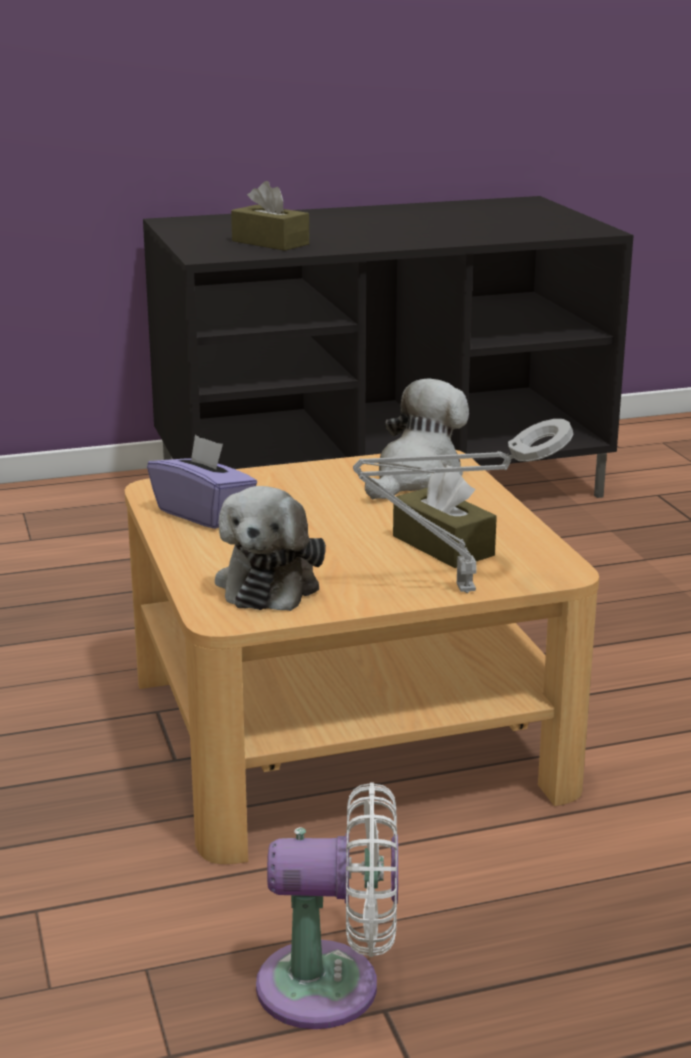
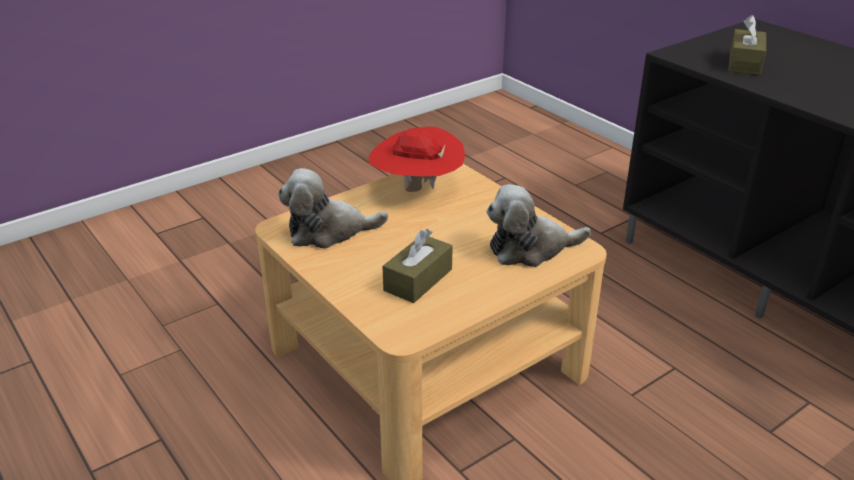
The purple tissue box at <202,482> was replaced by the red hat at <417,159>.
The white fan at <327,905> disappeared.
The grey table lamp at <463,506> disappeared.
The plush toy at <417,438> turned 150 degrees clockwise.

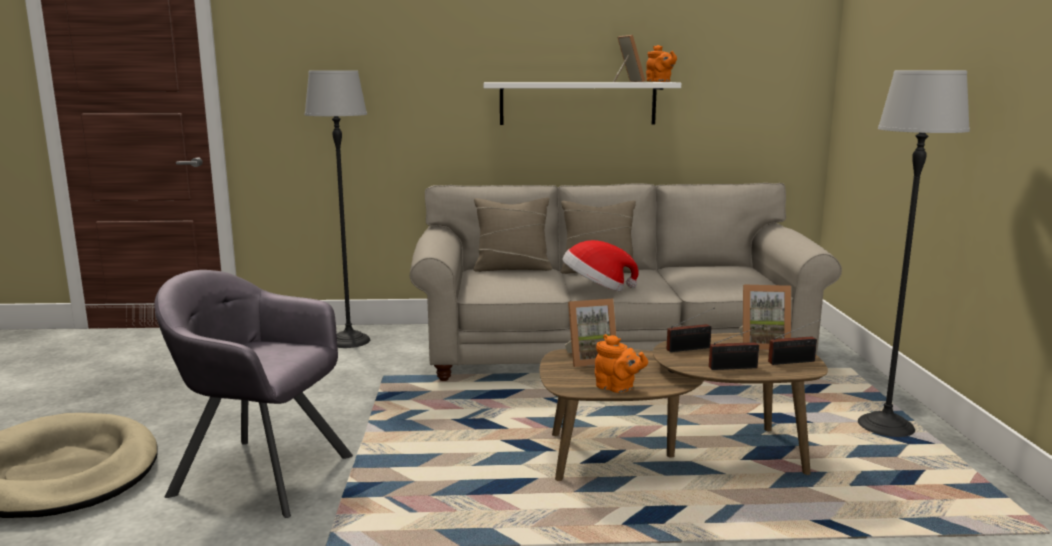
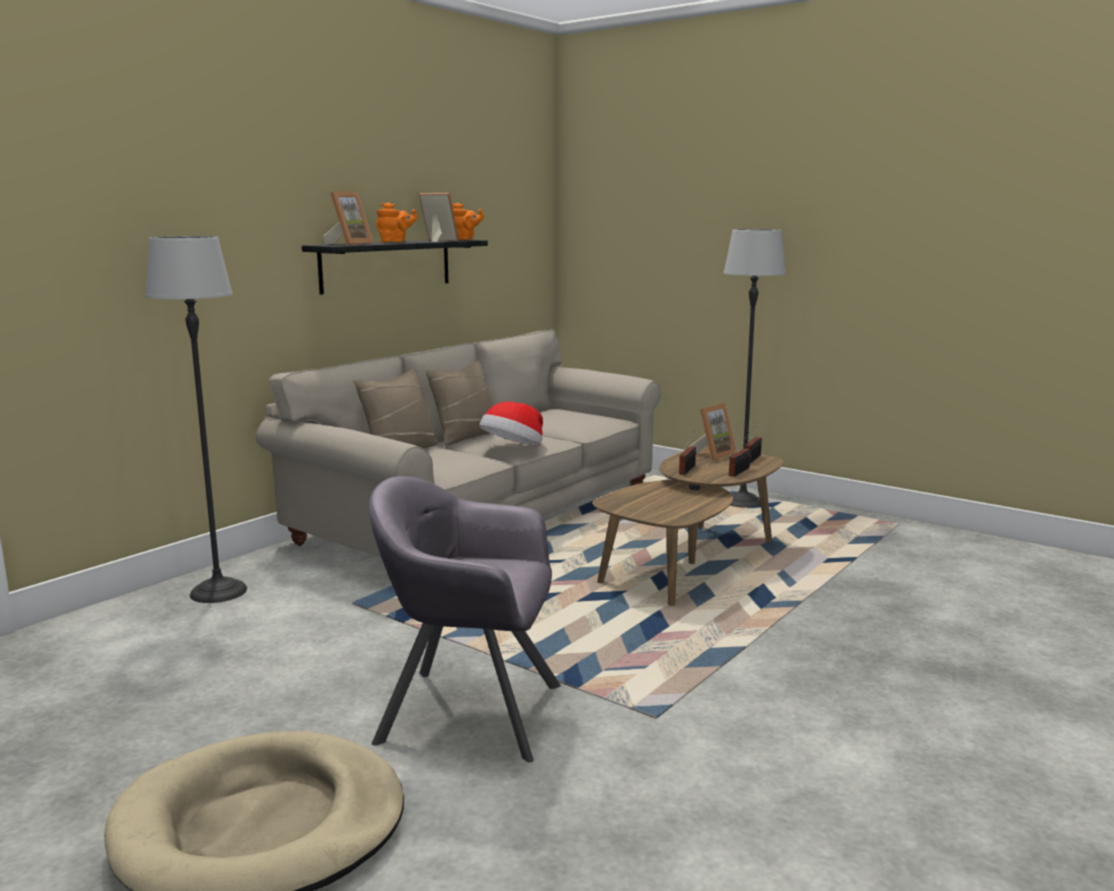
The grey armchair at <253,394> turned 45 degrees clockwise.
The white shelf at <582,103> became the black shelf at <395,267>.
The picture frame moved from <591,332> to <348,218>.
The orange teapot moved from <621,363> to <397,222>.

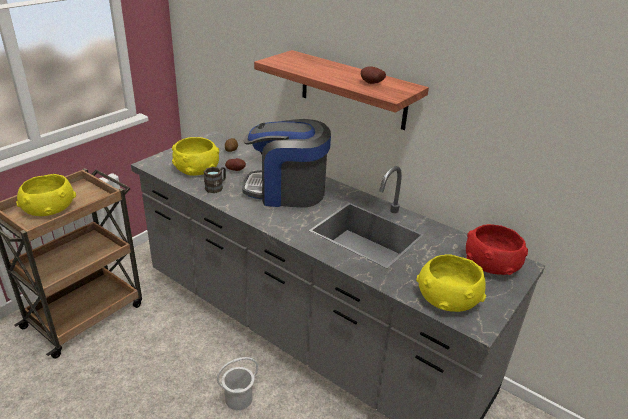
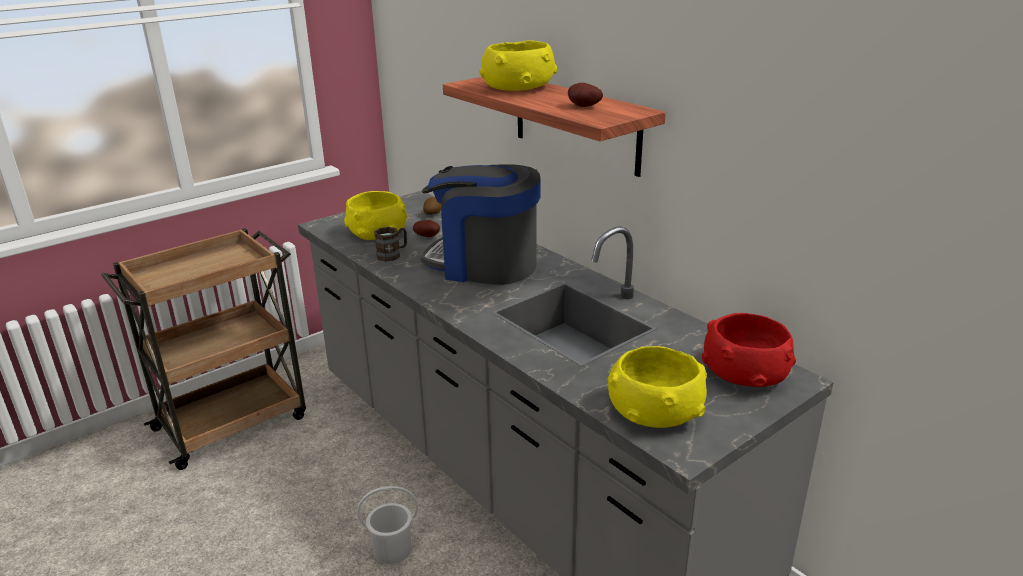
The yellow bowl moved from <46,195> to <518,65>.

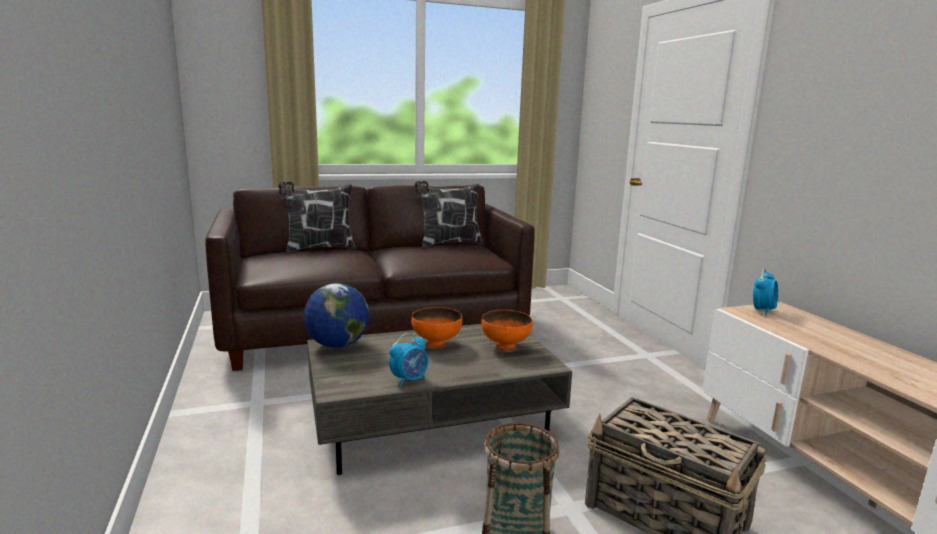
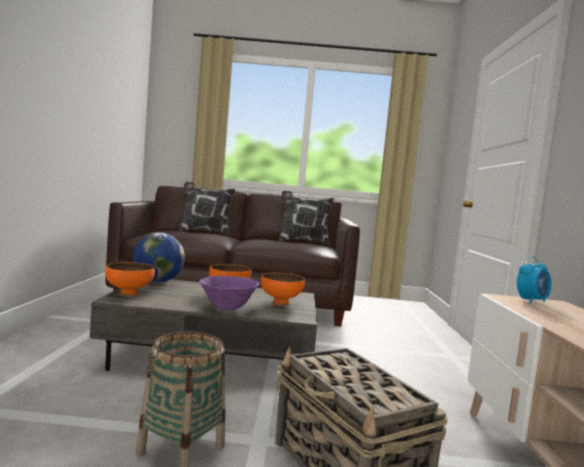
The alarm clock at <408,360> disappeared.
The orange bowl at <130,279> appeared.
The purple bowl at <229,293> appeared.

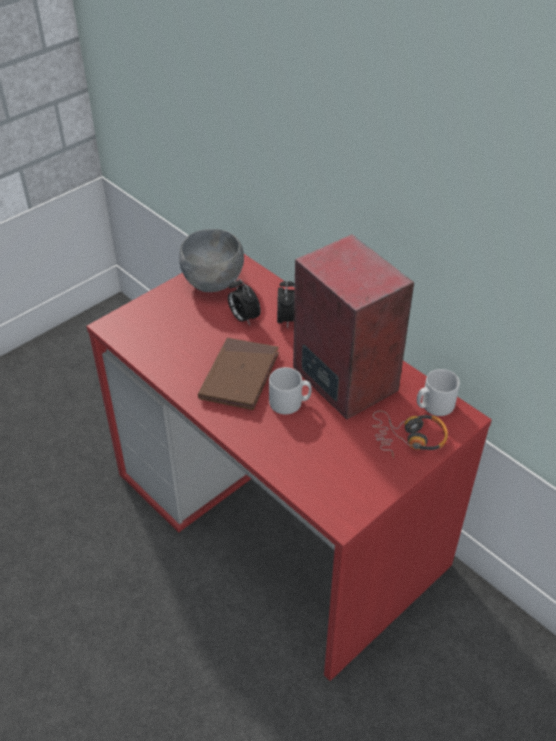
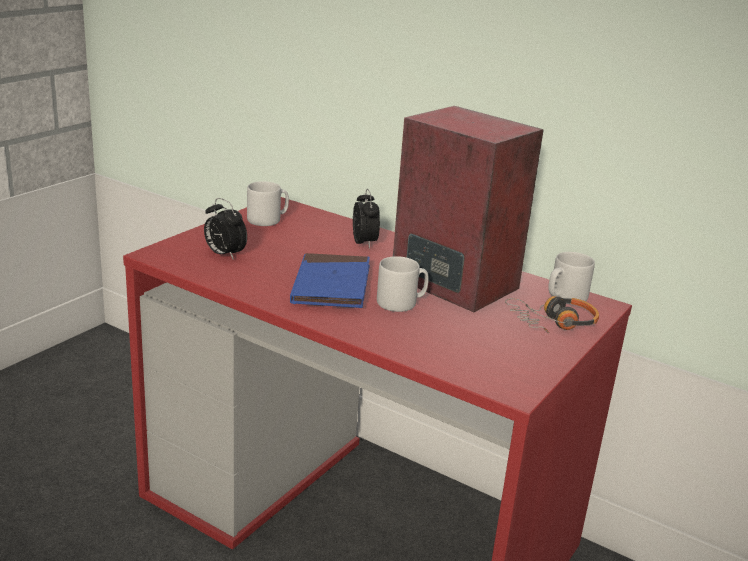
The grey bowl at <211,260> was replaced by the grey mug at <268,203>.
The brown book at <238,374> became the blue book at <330,280>.
The alarm clock moved from <244,301> to <225,229>.

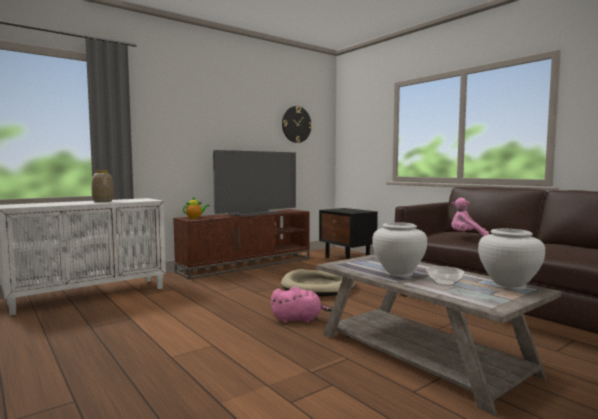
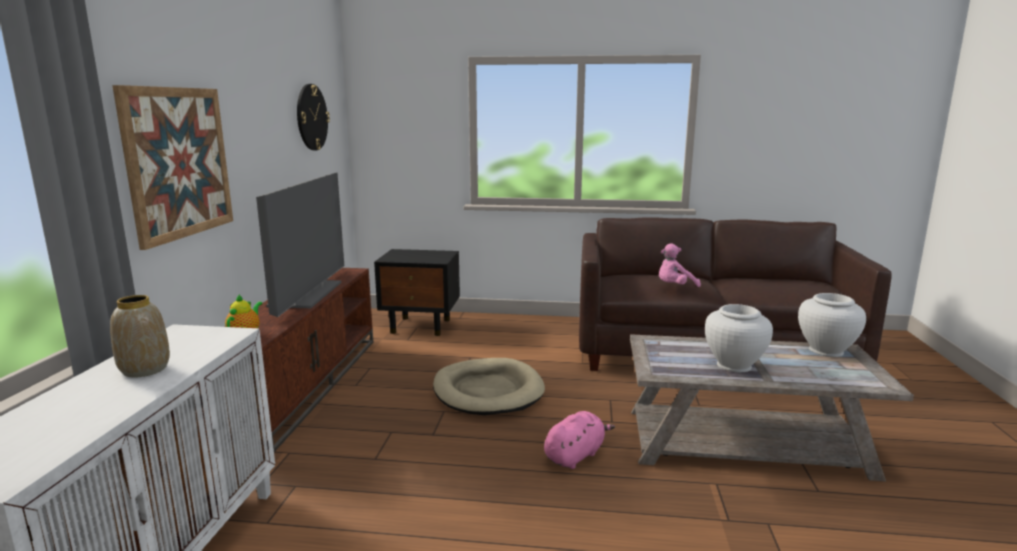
The bowl at <445,276> disappeared.
The picture at <172,167> appeared.

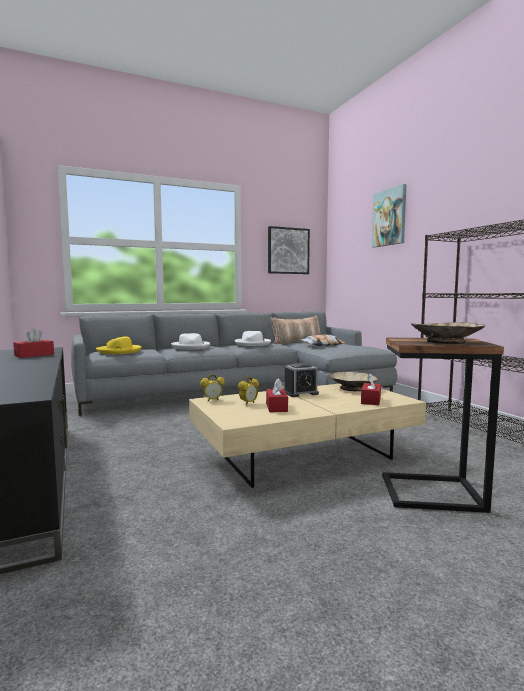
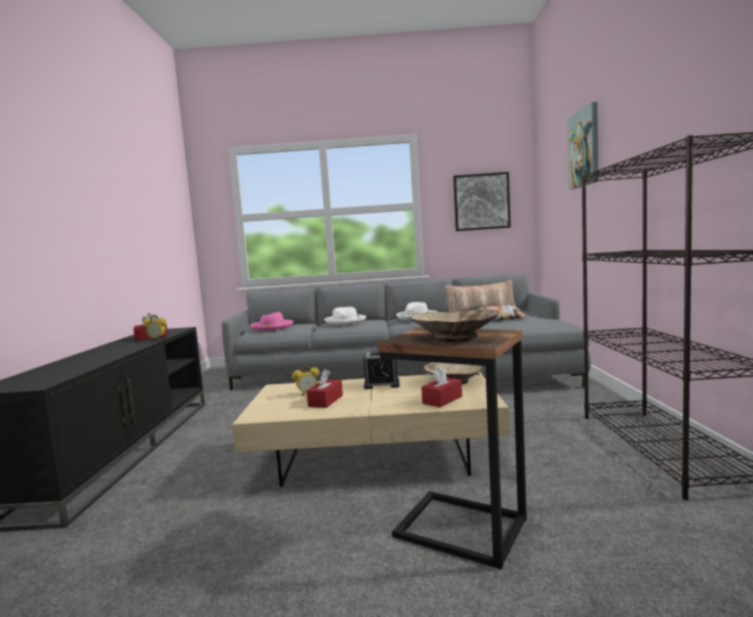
The yellow hat at <119,345> became the pink hat at <272,321>.
The alarm clock moved from <212,387> to <154,327>.

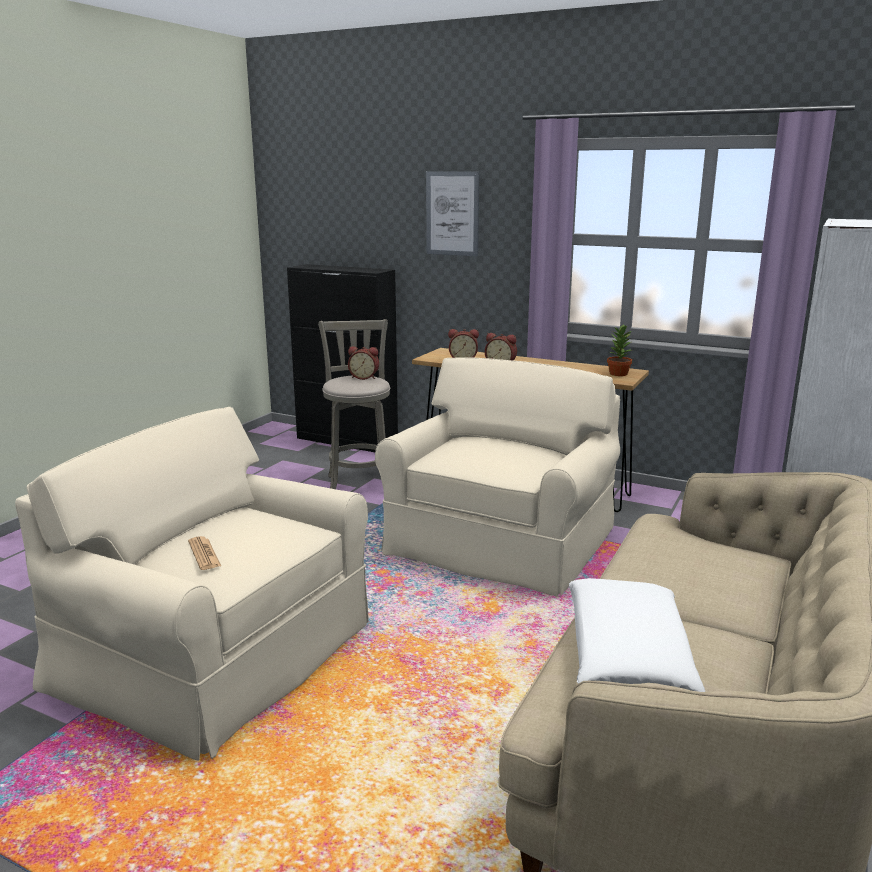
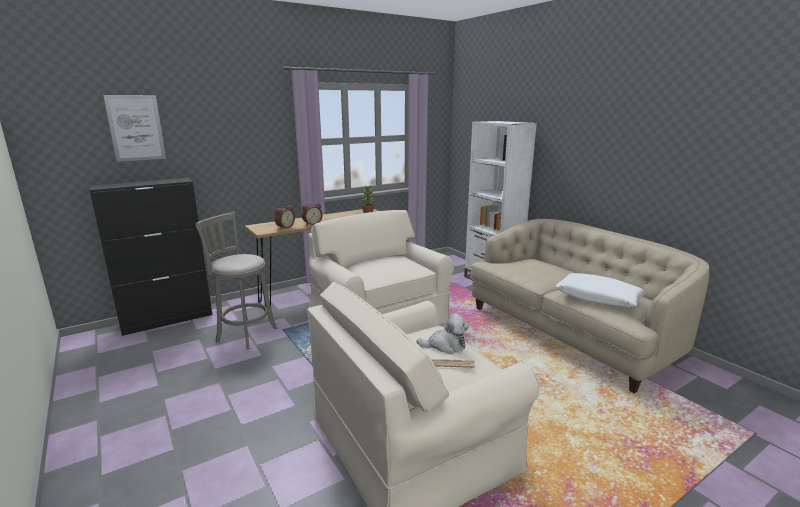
The alarm clock at <363,363> disappeared.
The picture moved from <453,213> to <134,128>.
The plush toy at <443,333> appeared.

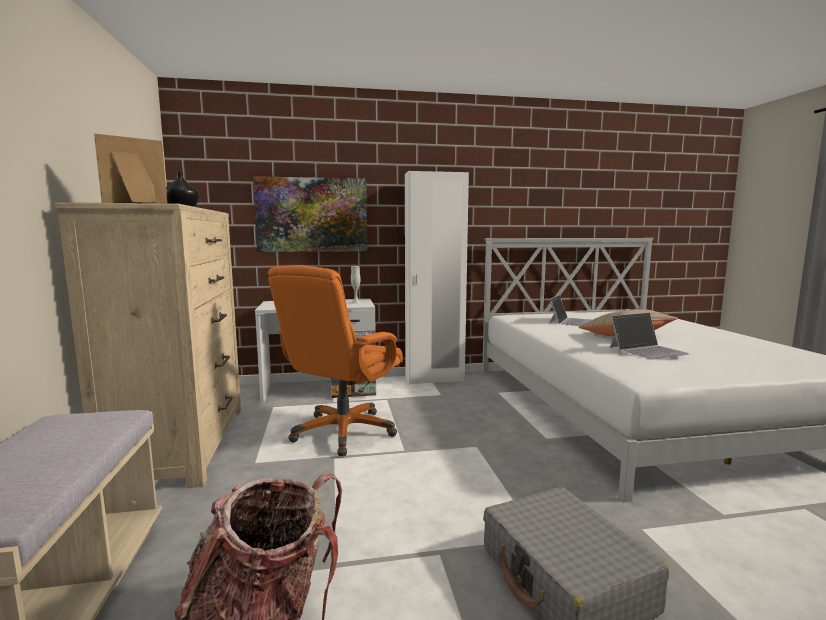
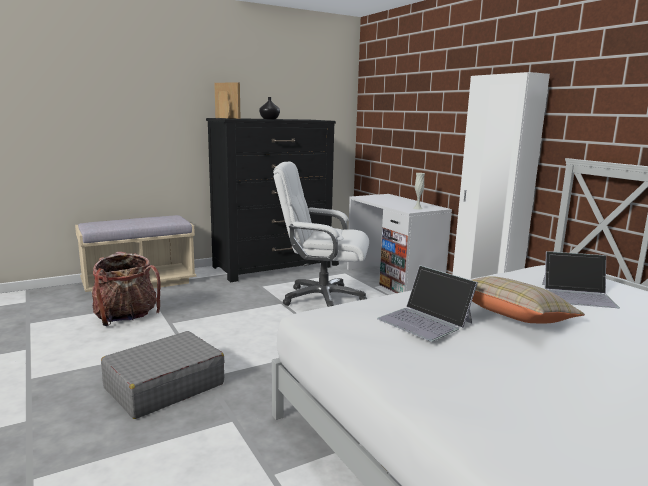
The beige dresser at <148,345> became the black dresser at <271,200>.
The picture at <310,214> disappeared.
The orange office chair at <335,360> became the white office chair at <321,234>.

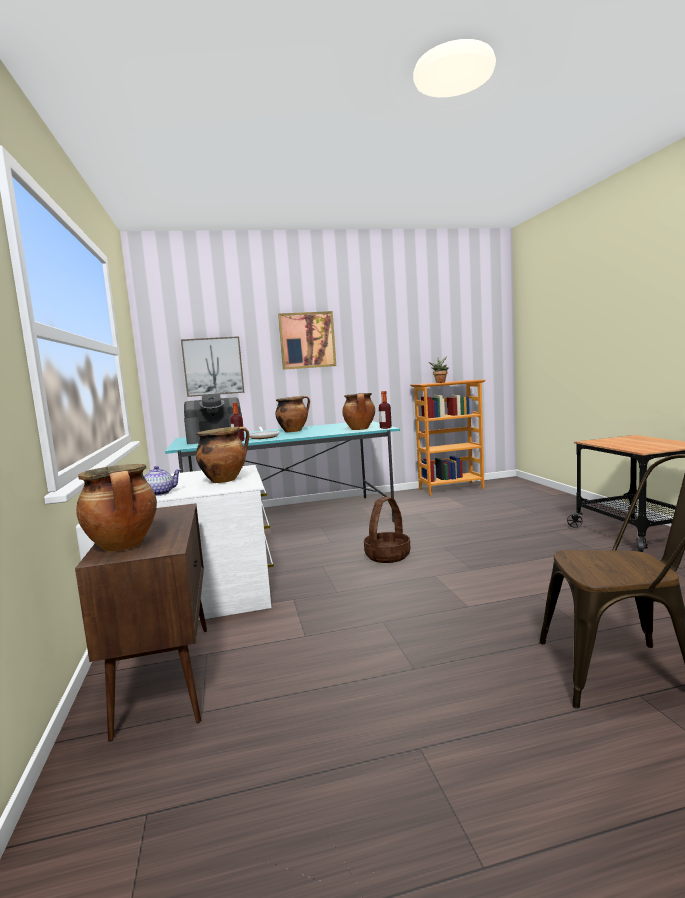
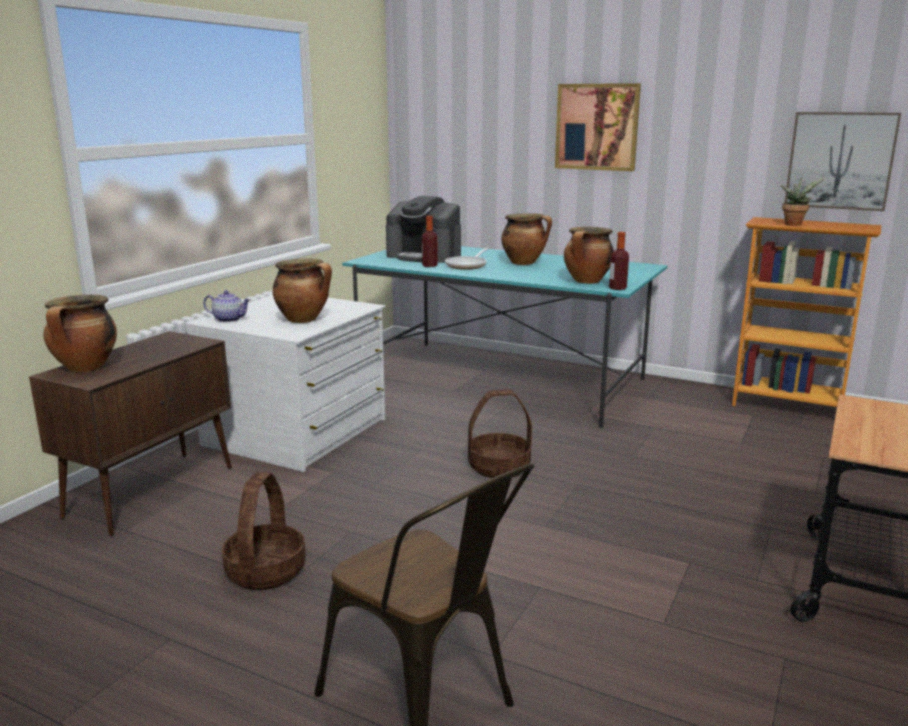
The picture moved from <212,366> to <842,161>.
The basket at <264,531> appeared.

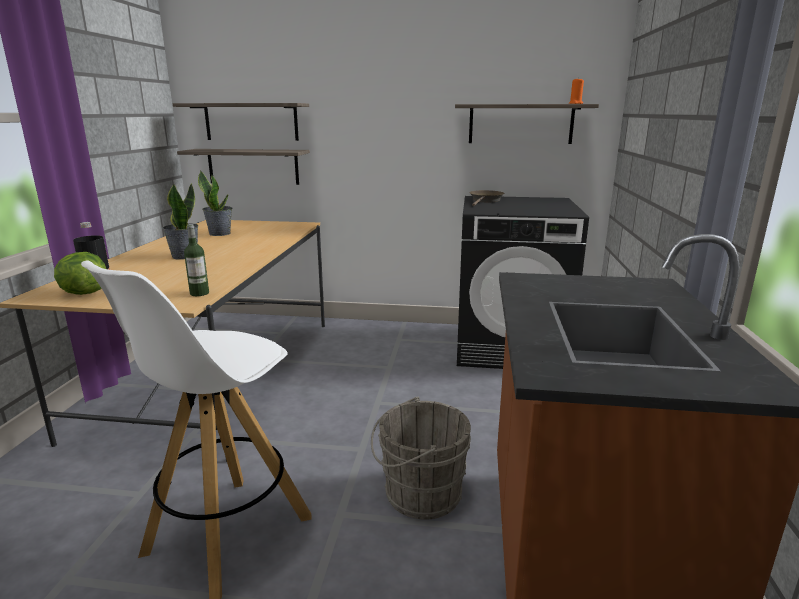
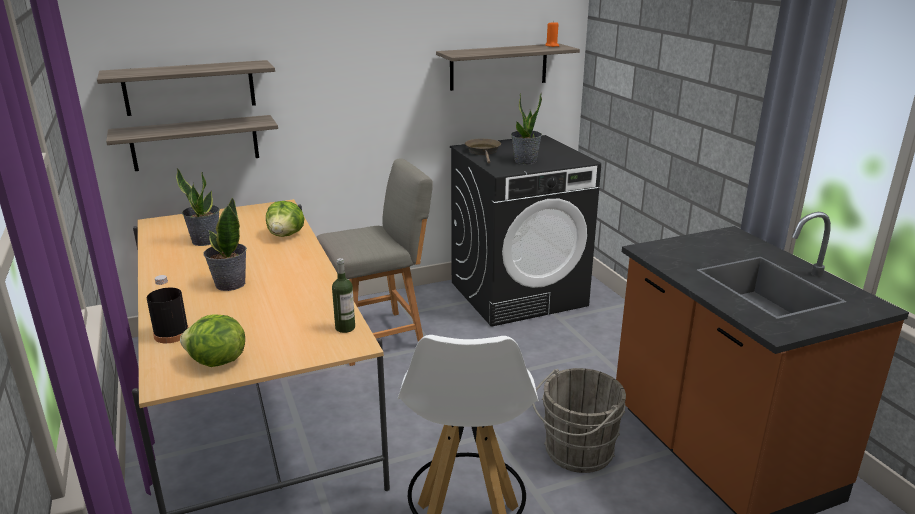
The lettuce at <285,219> appeared.
The grey chair at <374,262> appeared.
The potted plant at <526,129> appeared.

